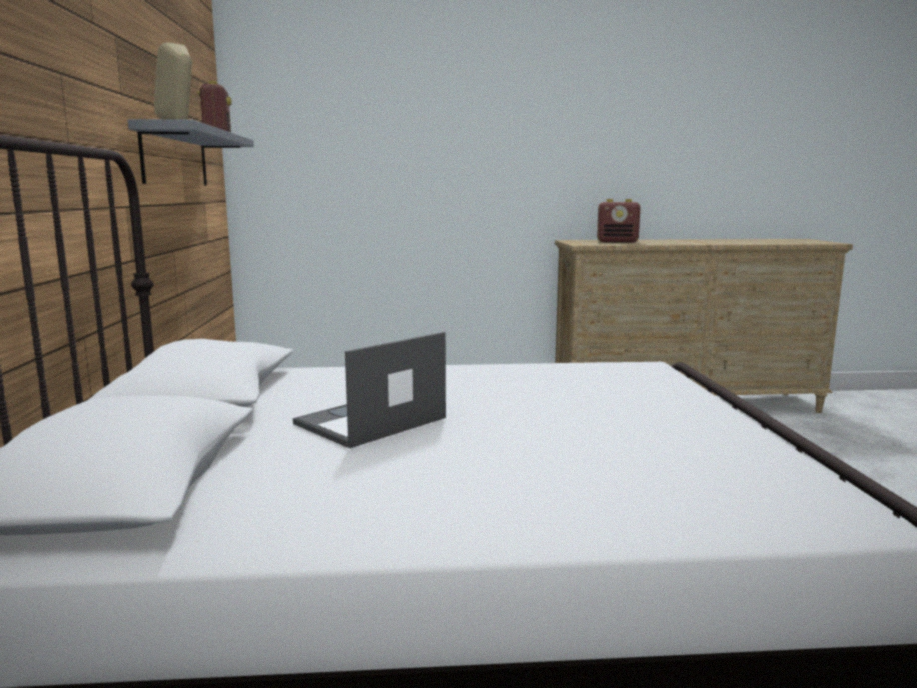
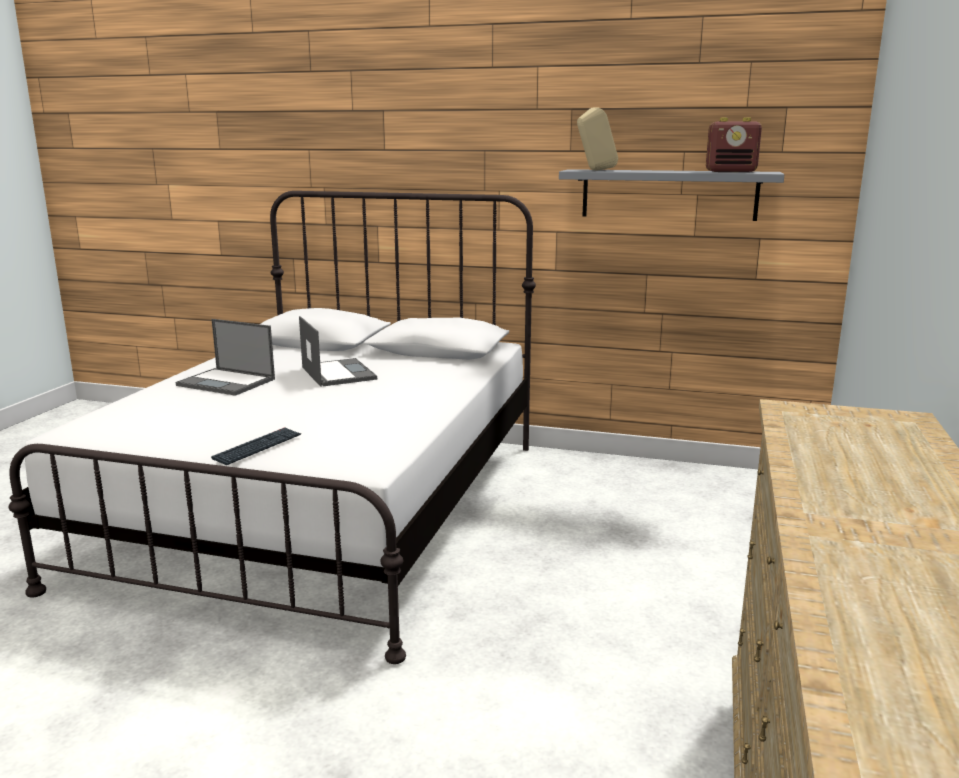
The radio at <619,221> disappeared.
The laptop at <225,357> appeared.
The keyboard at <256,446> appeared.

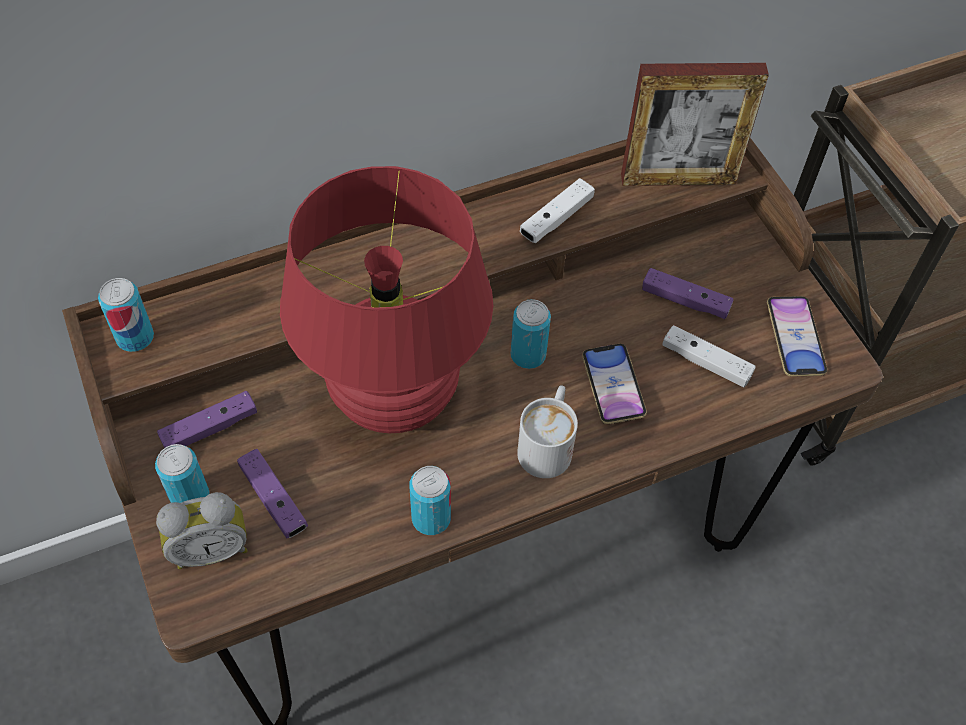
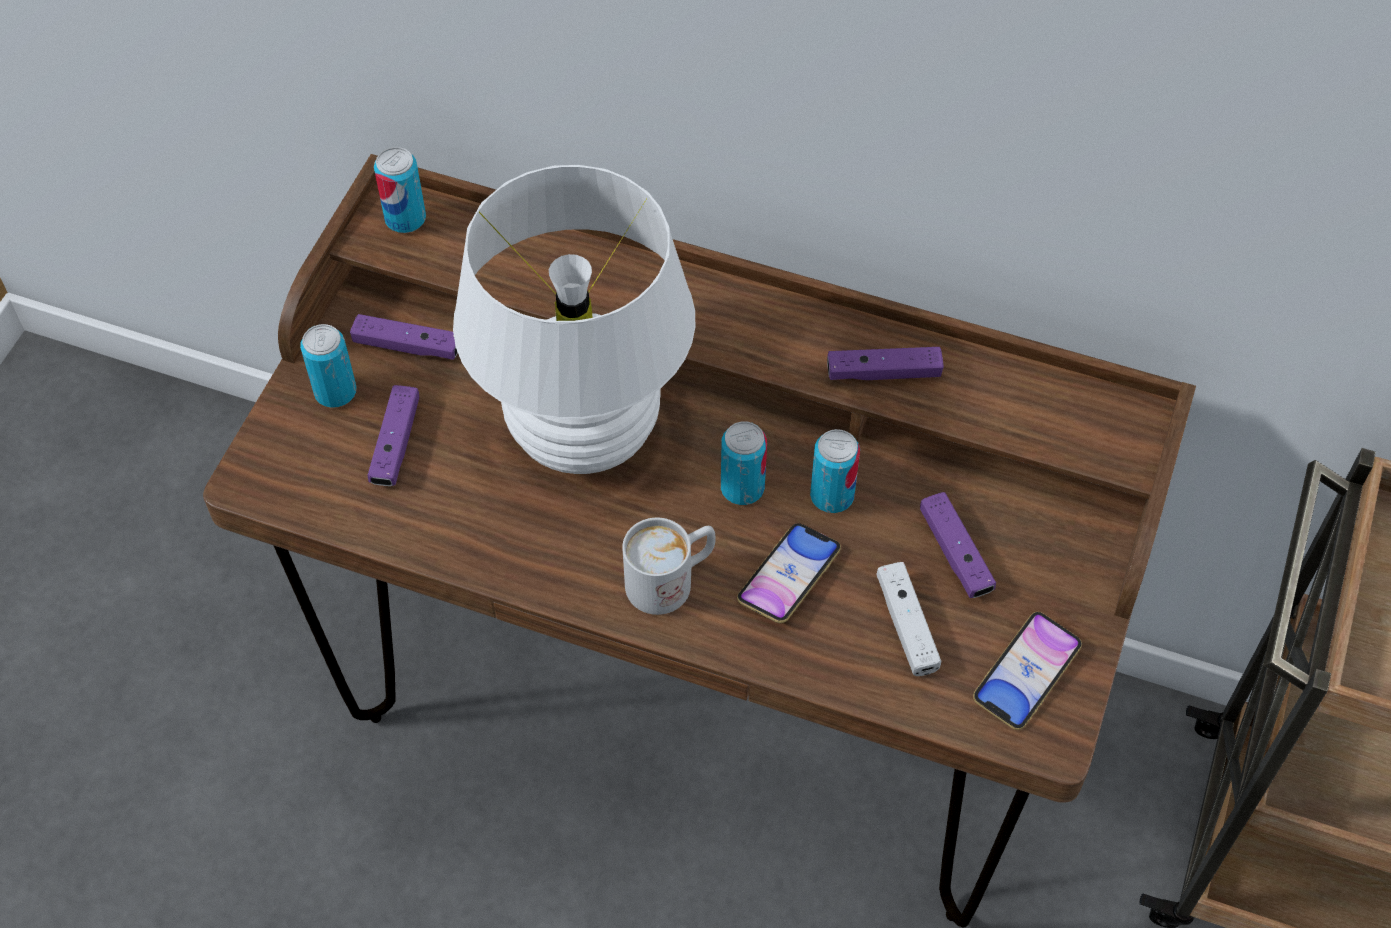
The alarm clock at <202,530> disappeared.
The red table lamp at <386,299> became the white table lamp at <574,319>.
The can moved from <430,500> to <835,471>.
The white game controller at <557,210> became the purple game controller at <885,363>.
The picture frame at <695,124> disappeared.

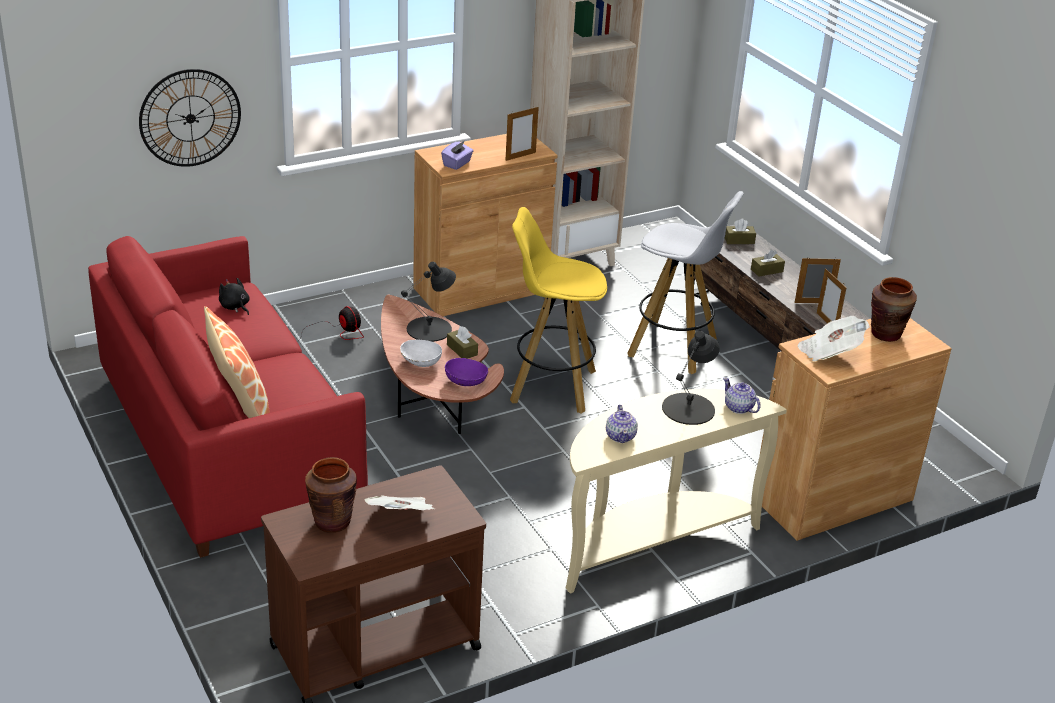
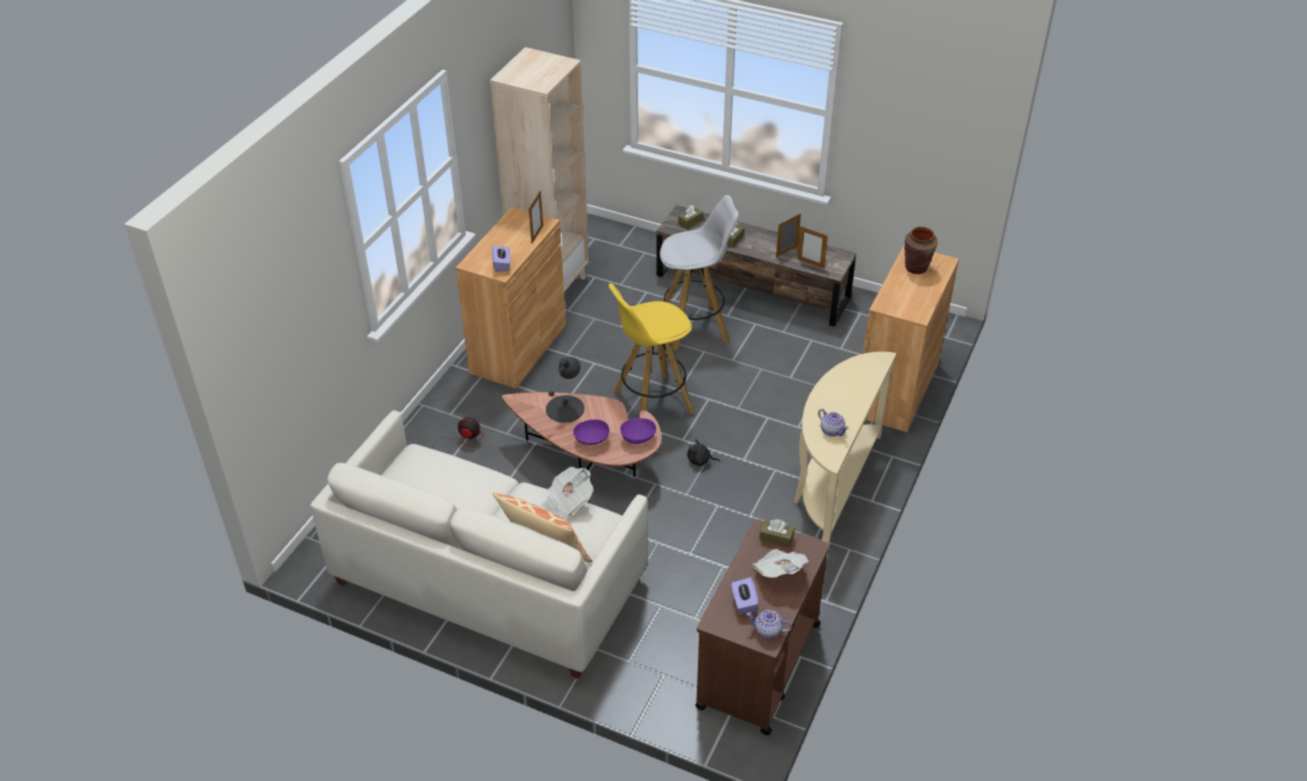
The red sofa at <228,397> became the white sofa at <479,544>.
The wall clock at <190,118> disappeared.
The black plush toy moved from <234,296> to <703,452>.
The brown vase at <331,495> was replaced by the purple tissue box at <745,595>.
The white bowl at <421,353> became the purple bowl at <591,432>.
The brown tissue box moved from <462,342> to <777,533>.
The black table lamp at <691,378> disappeared.
The teapot moved from <742,396> to <769,624>.
The newspaper moved from <833,339> to <567,493>.

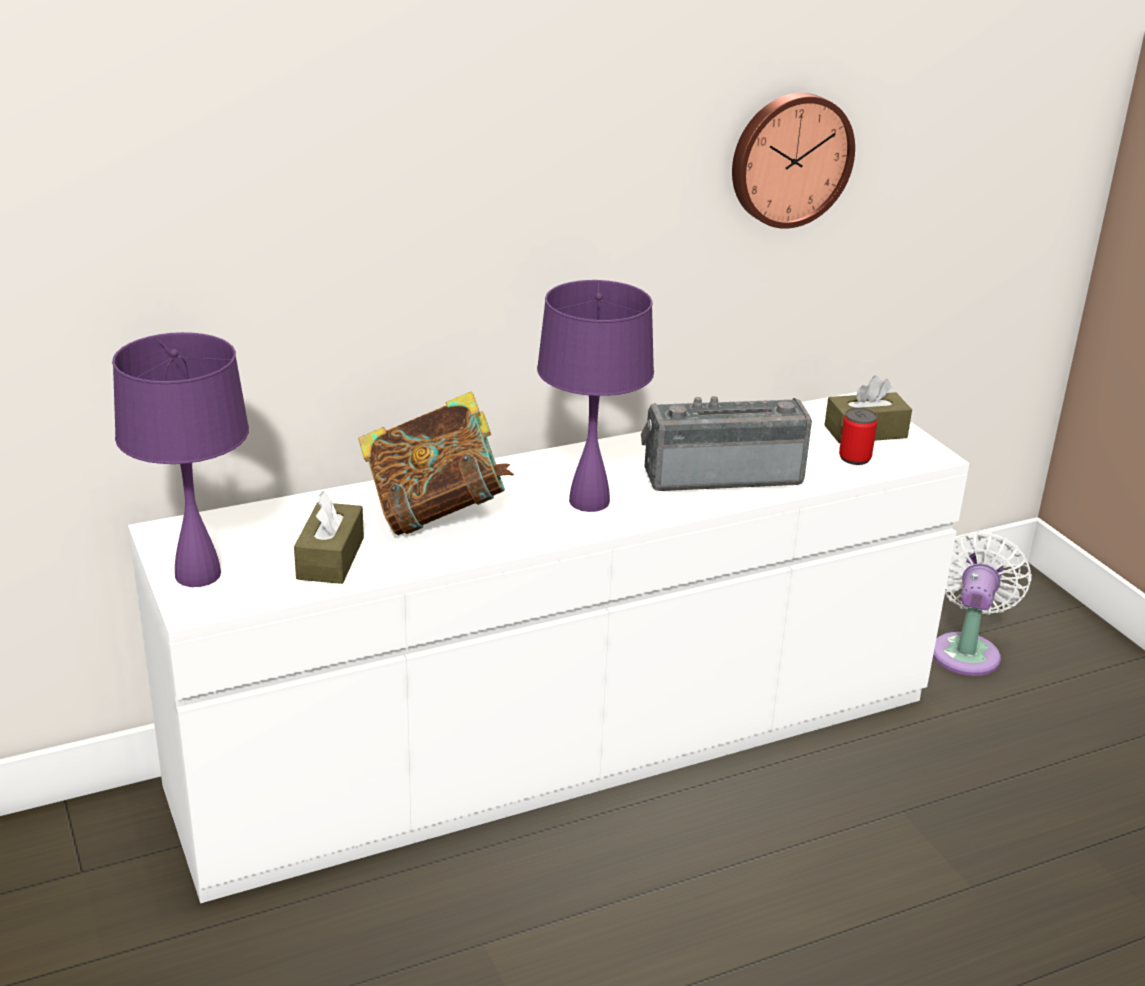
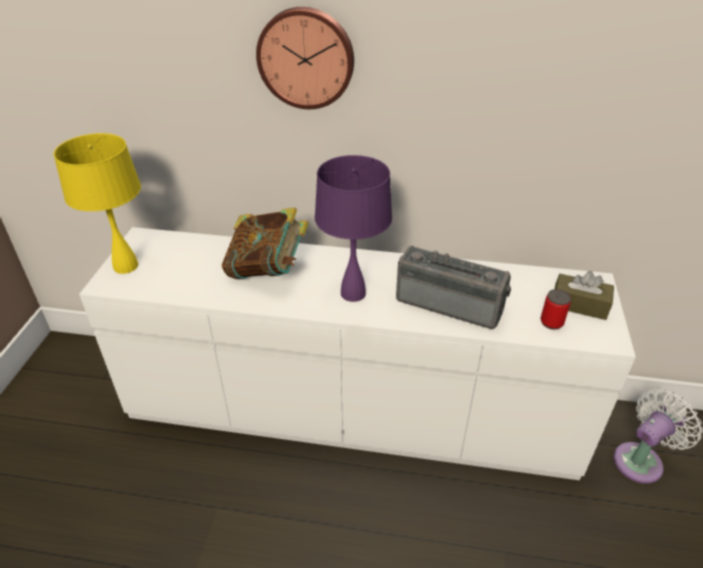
The purple table lamp at <180,459> became the yellow table lamp at <97,203>.
The brown tissue box at <329,537> disappeared.
The wall clock moved from <793,161> to <305,58>.

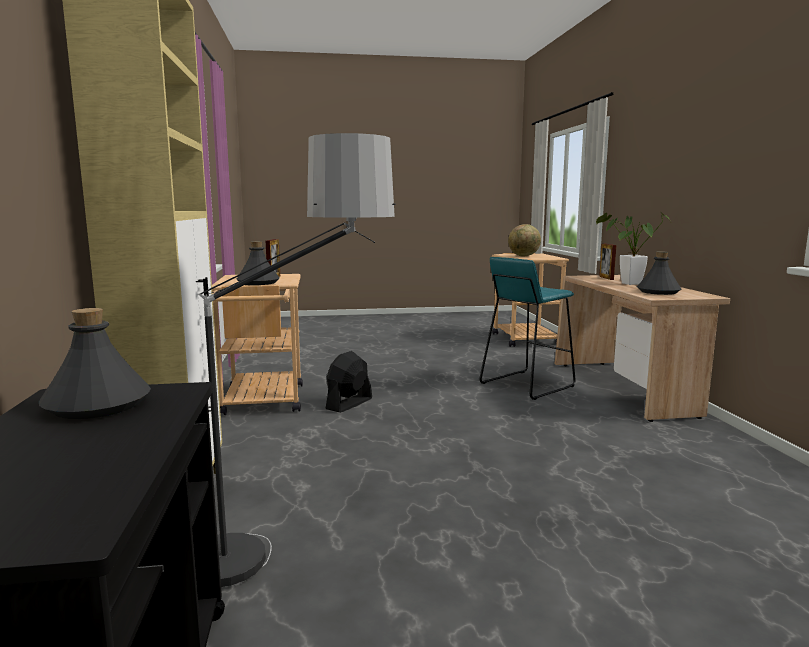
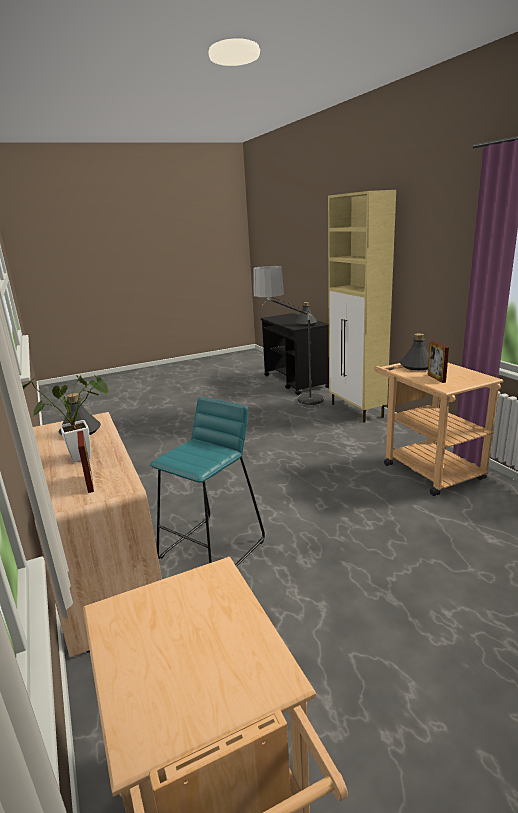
The black fan at <349,382> disappeared.
The globe at <524,240> disappeared.

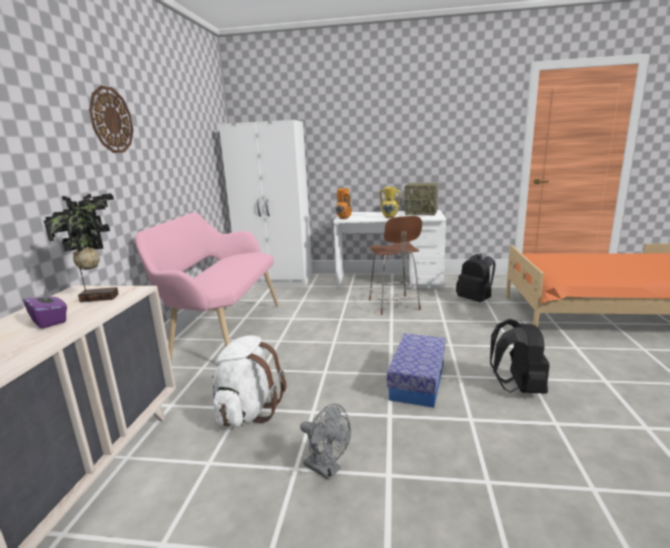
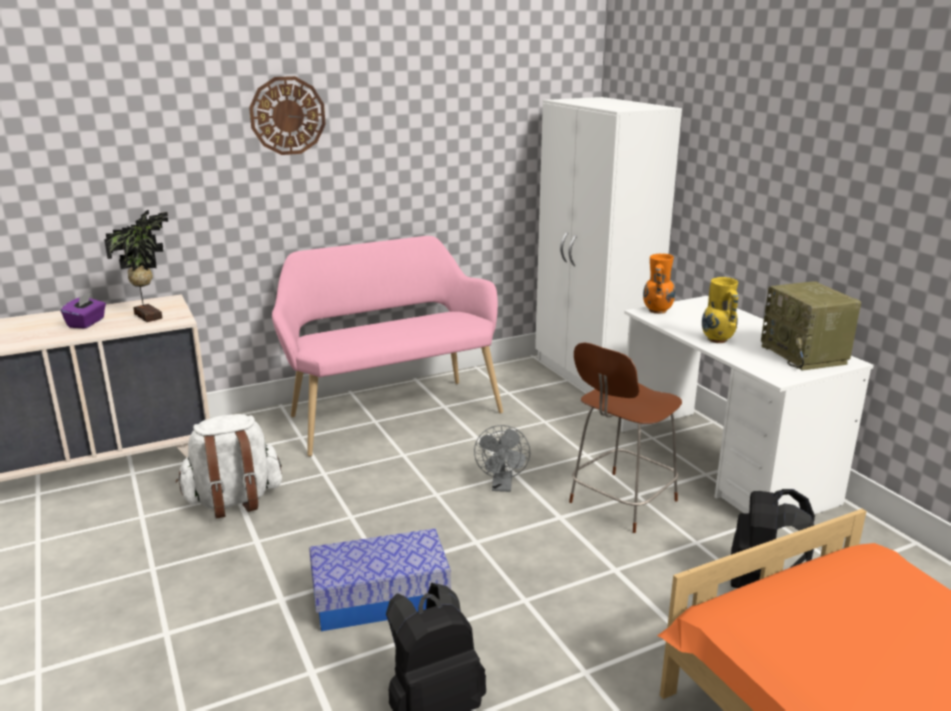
The grey fan moved from <325,442> to <502,458>.

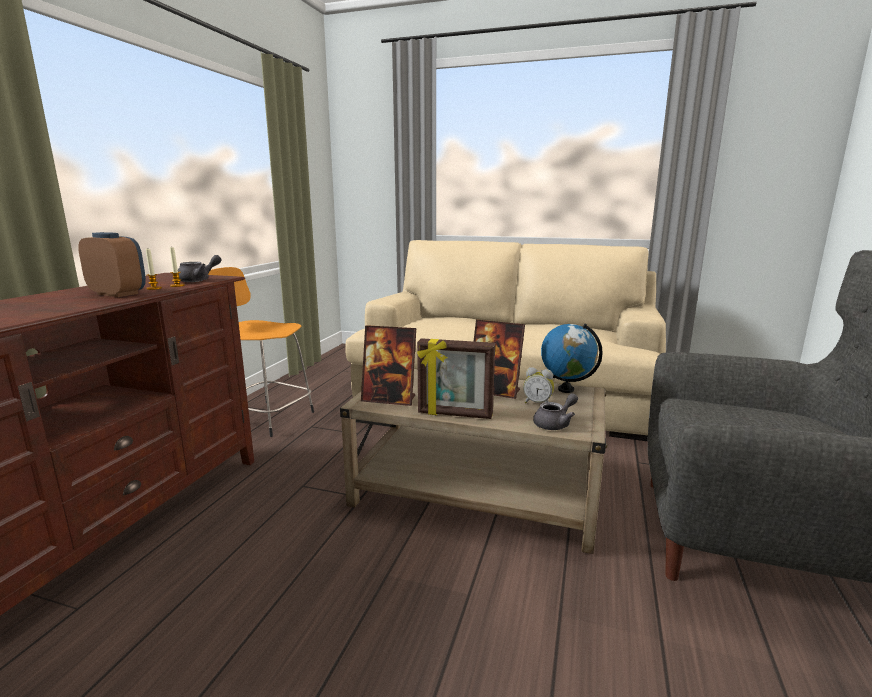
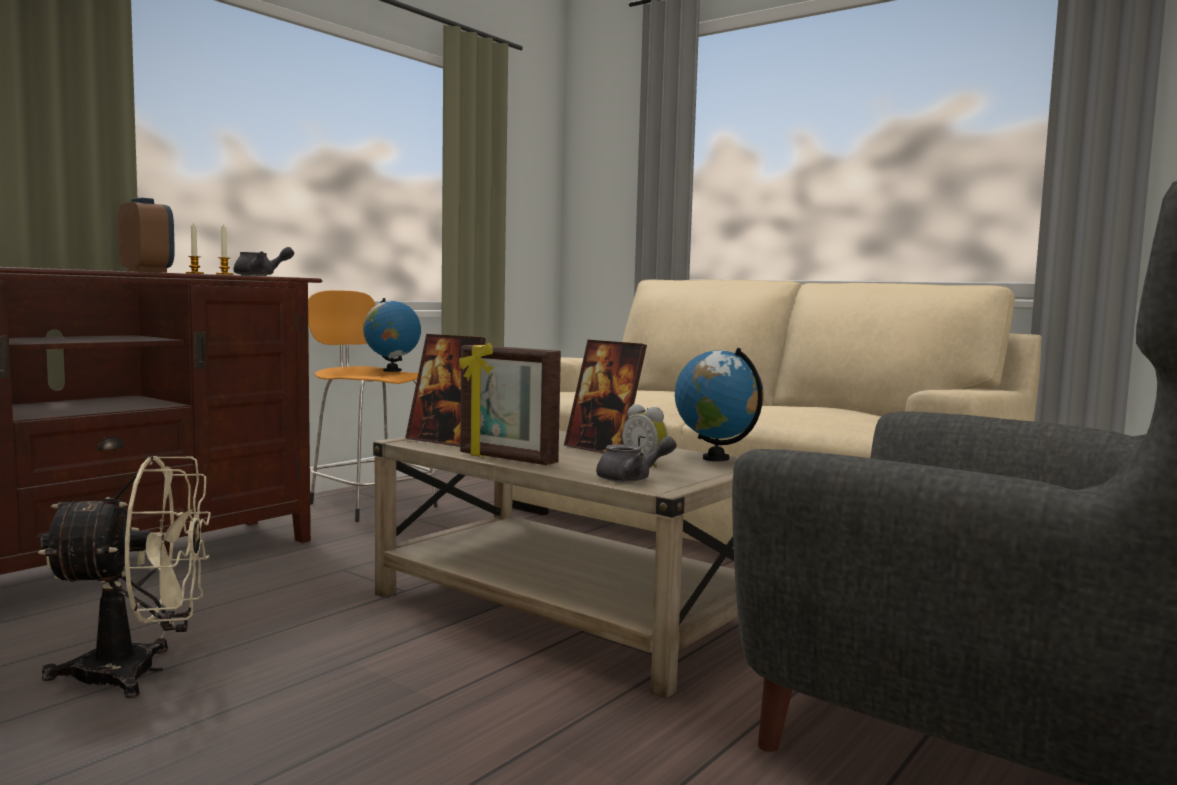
The beige fan at <124,577> appeared.
The globe at <392,335> appeared.

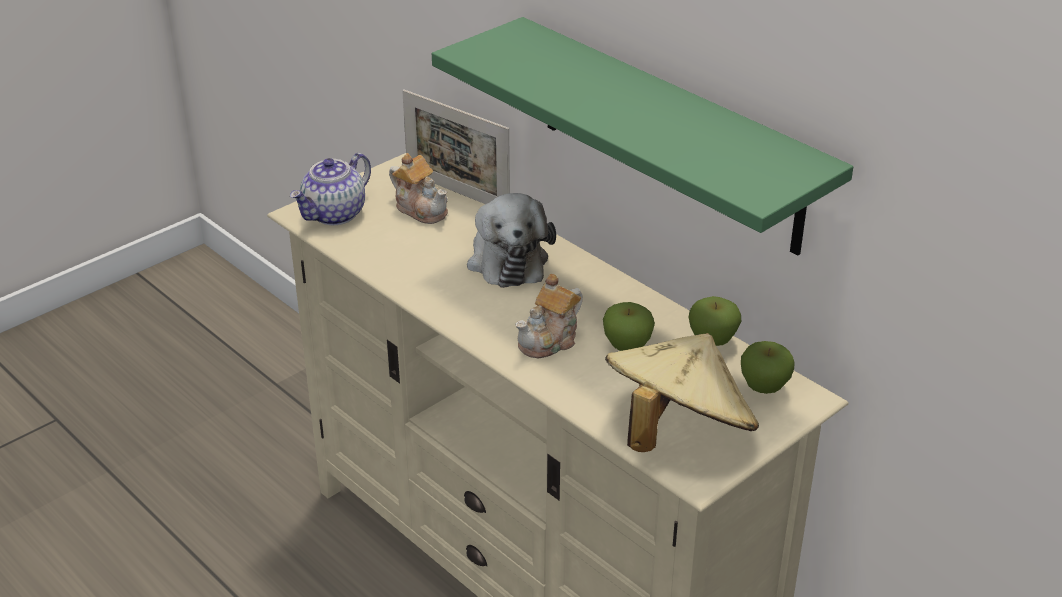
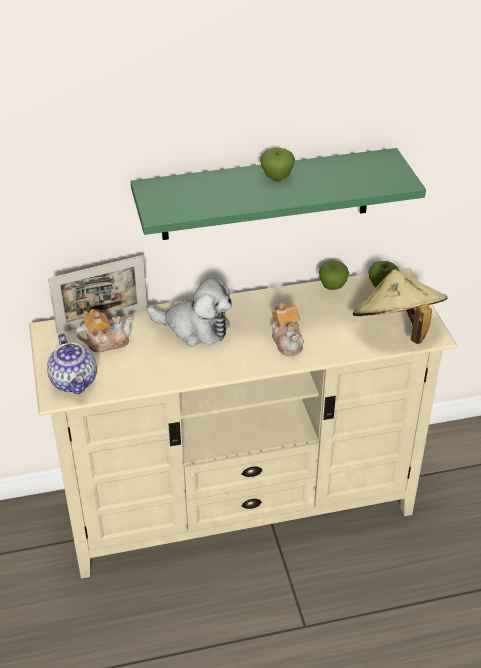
The apple moved from <629,326> to <277,164>.

